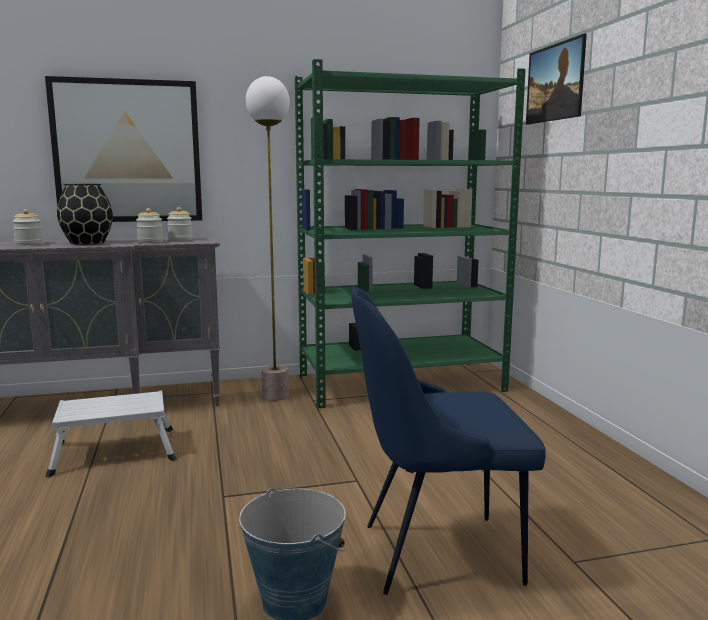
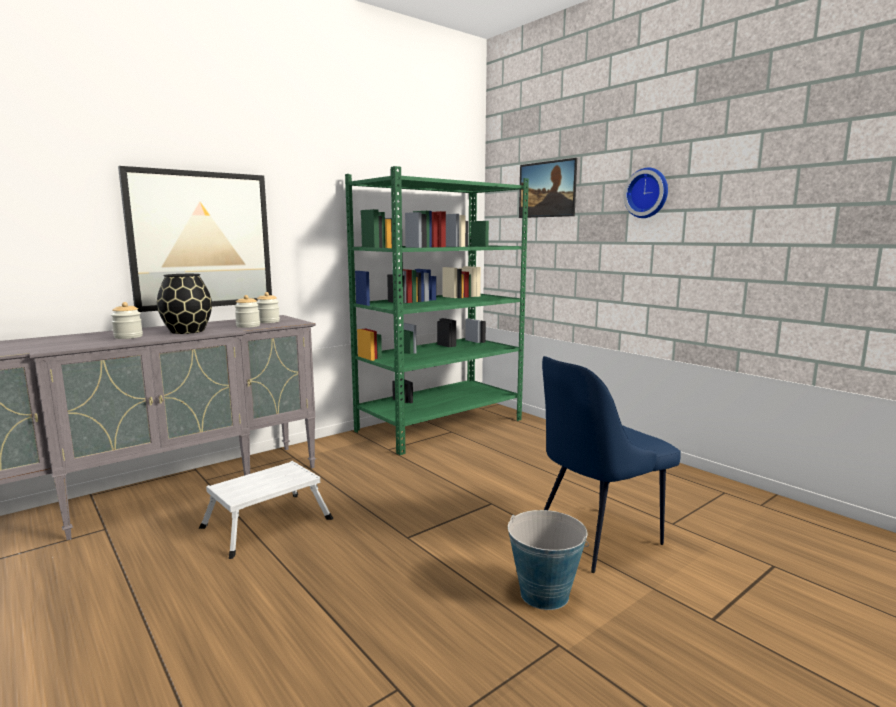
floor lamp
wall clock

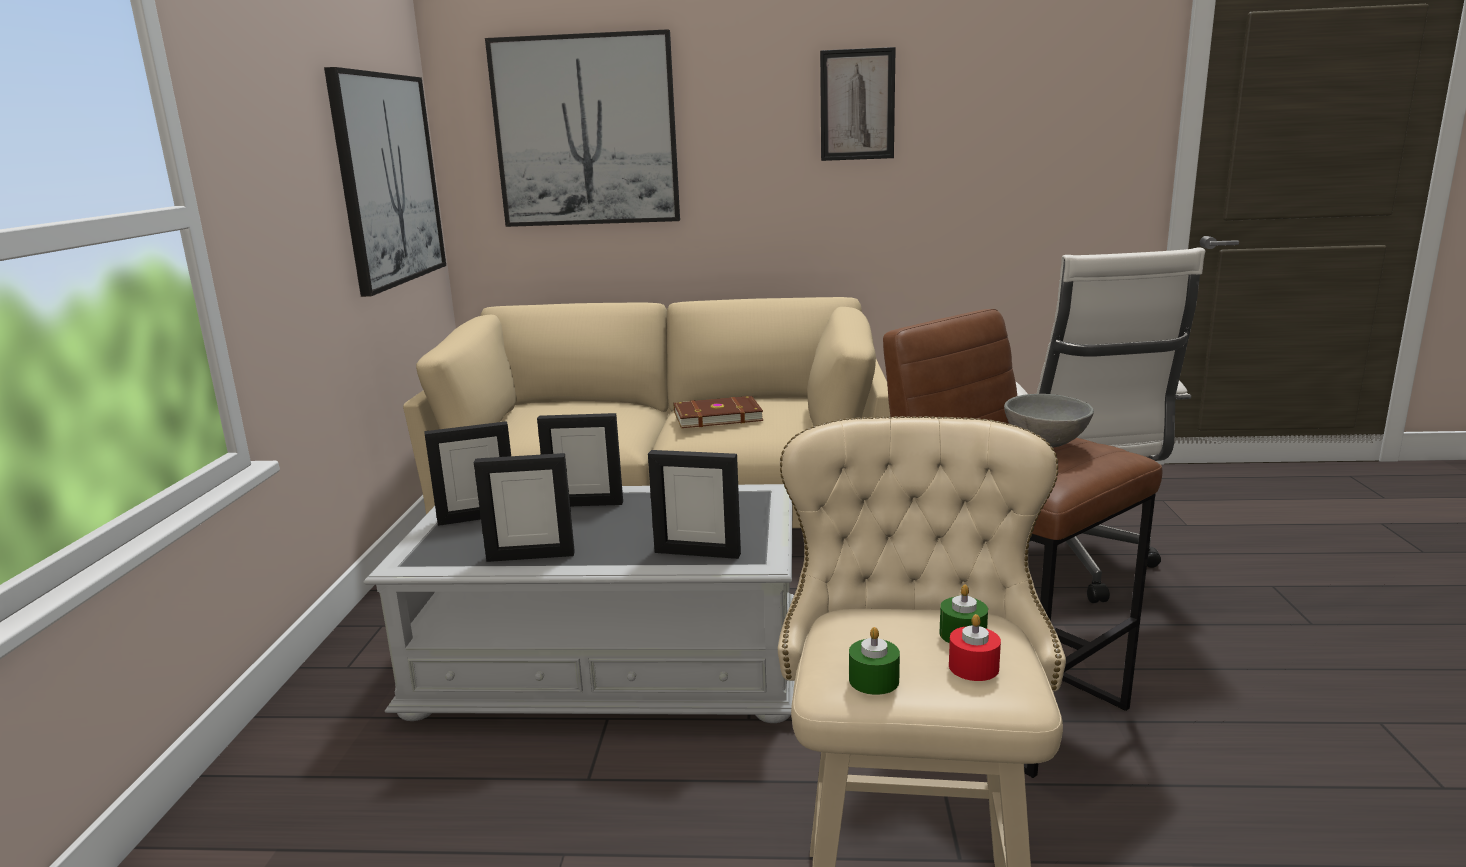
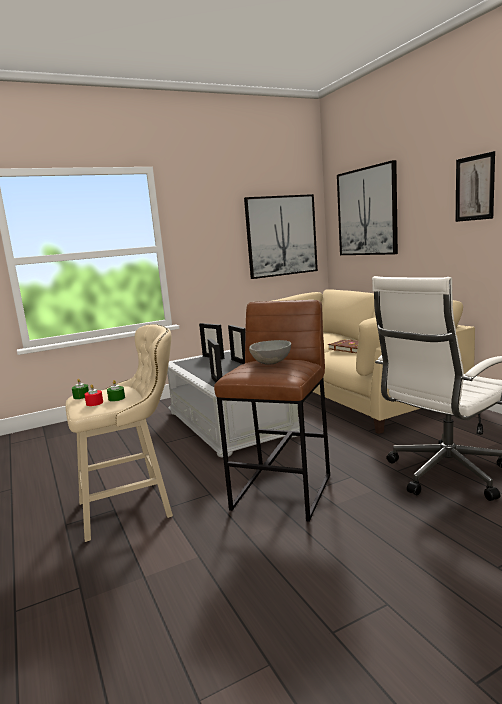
picture frame (2nd from left in the first image)

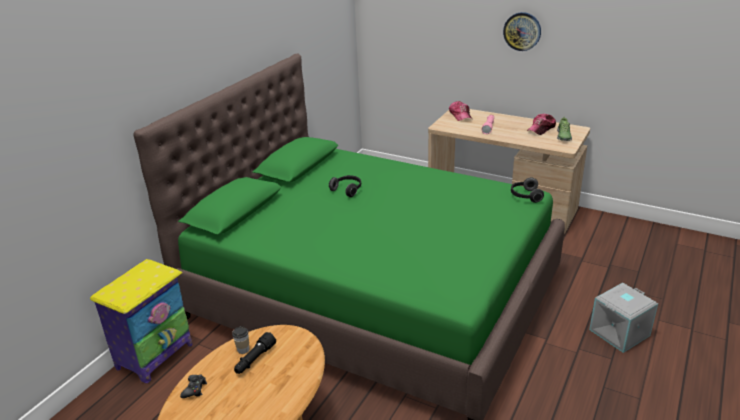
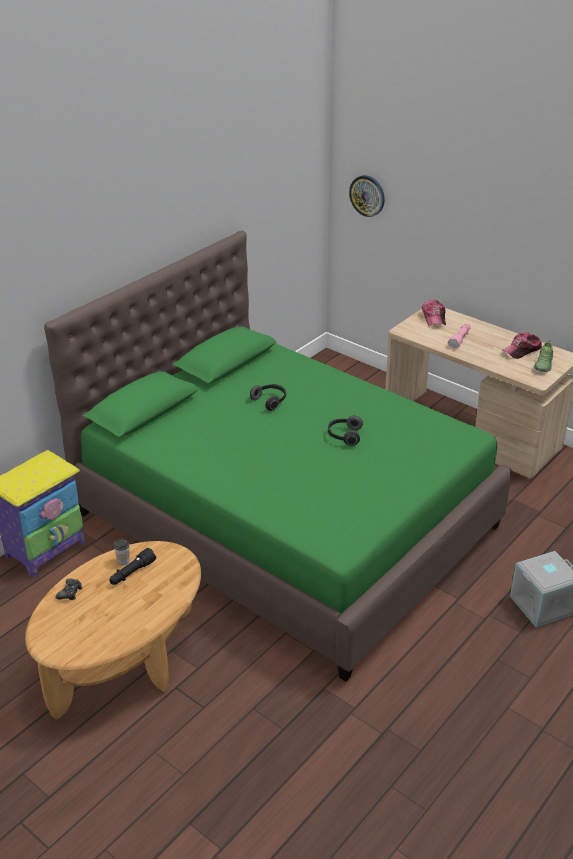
wall clock
headphones (2nd from left)

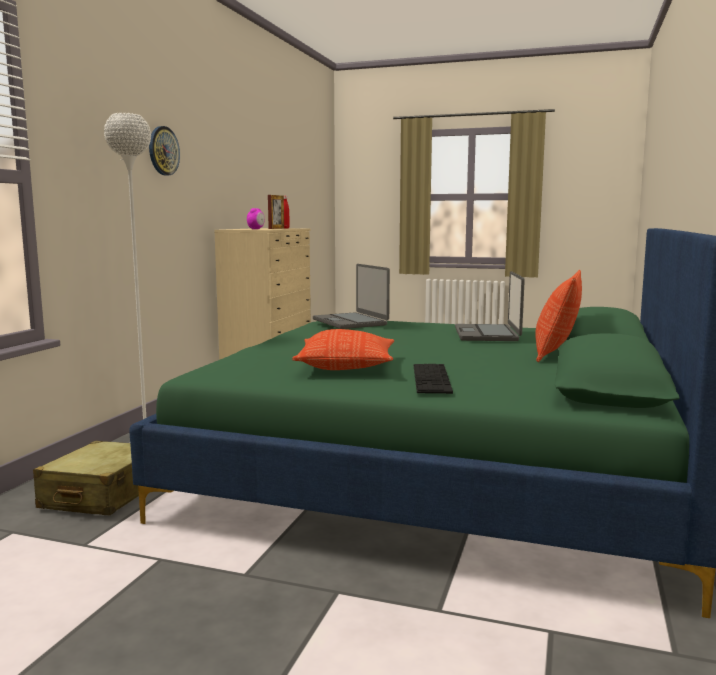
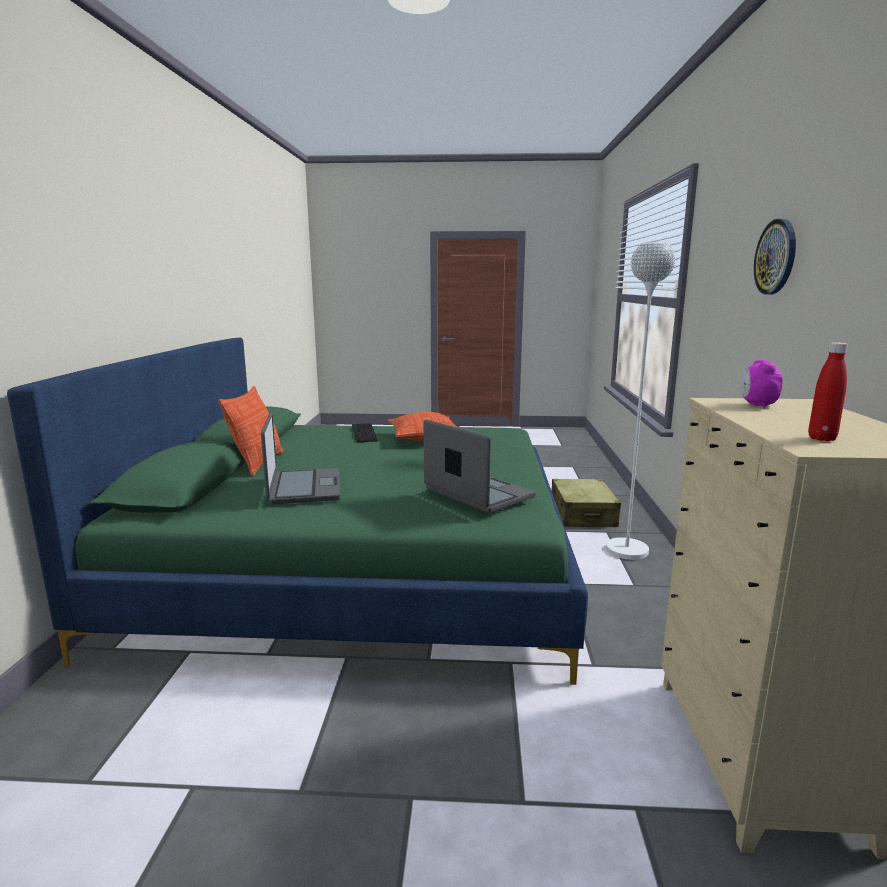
picture frame

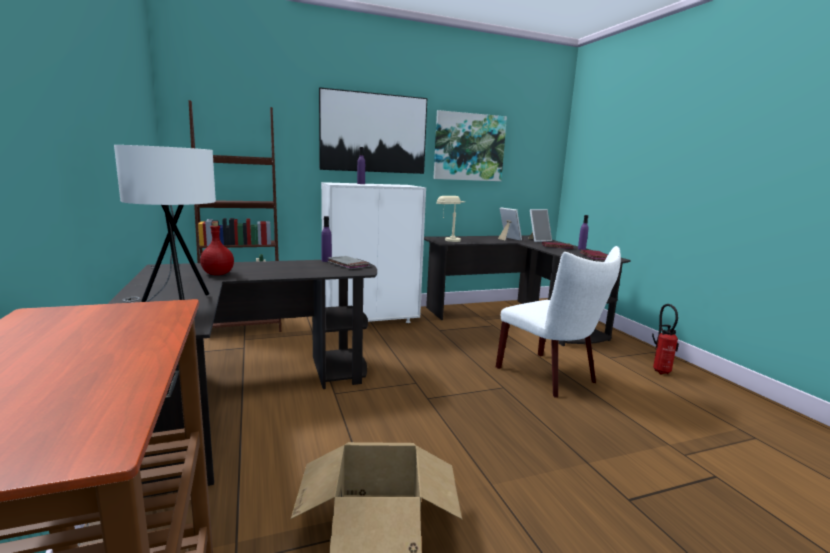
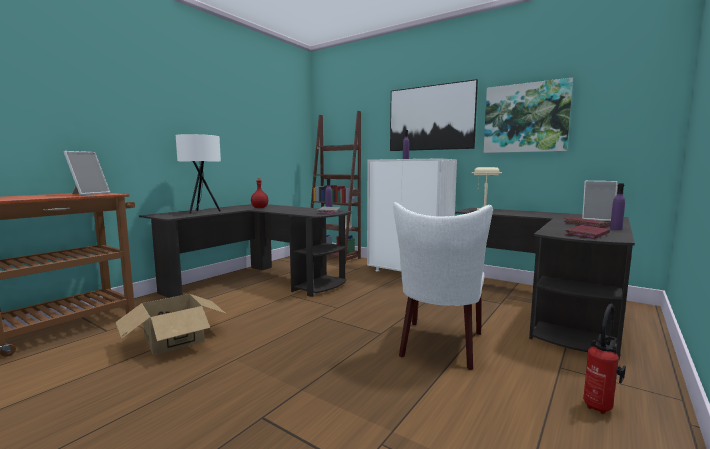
picture frame (1st from left)

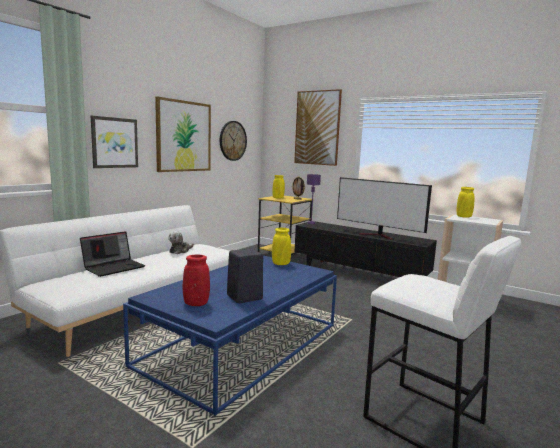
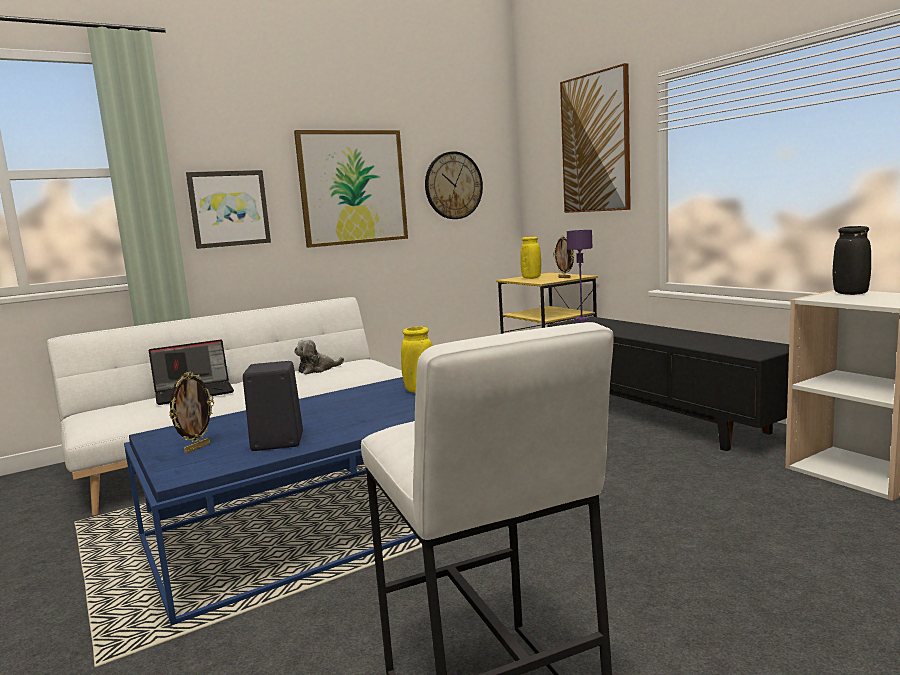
picture frame (1st from left)
television
black vase

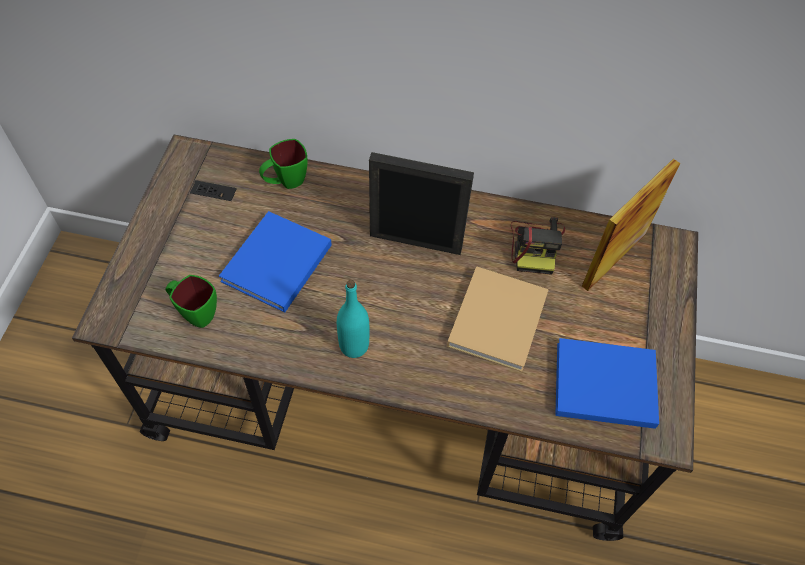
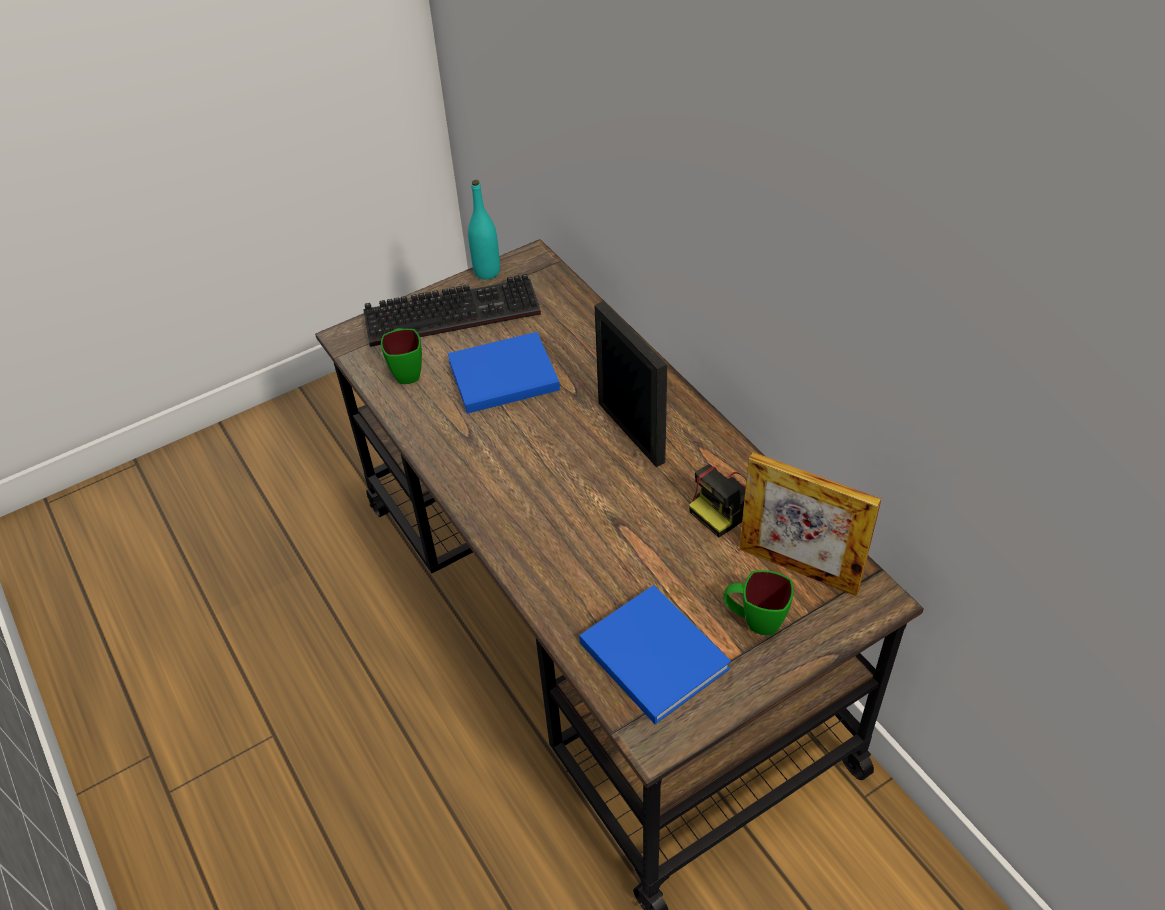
green mug (2nd from left)
turquoise bottle
beige book
picture frame (2nd from left)
keyboard

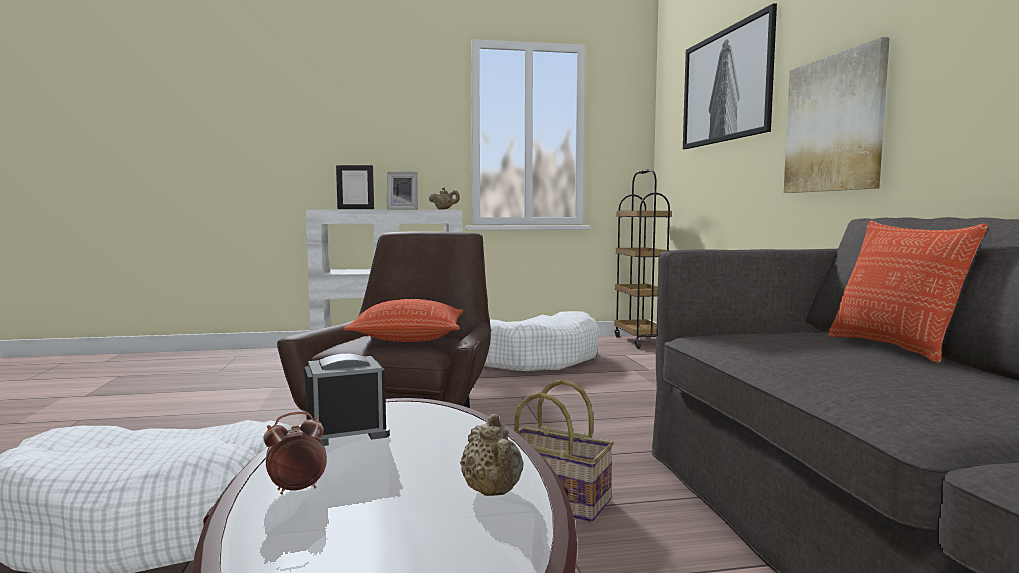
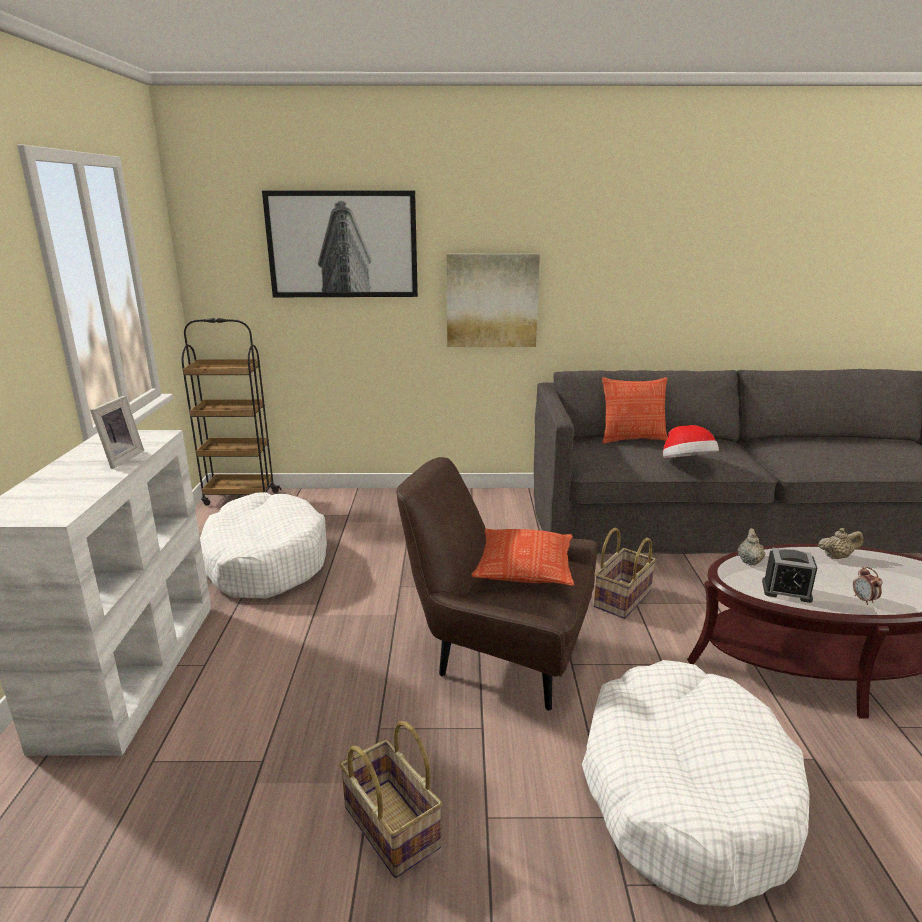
alarm clock (1st from left)
picture frame (1st from left in the first image)
beige teapot (1st from left)
basket (1st from left)
hat

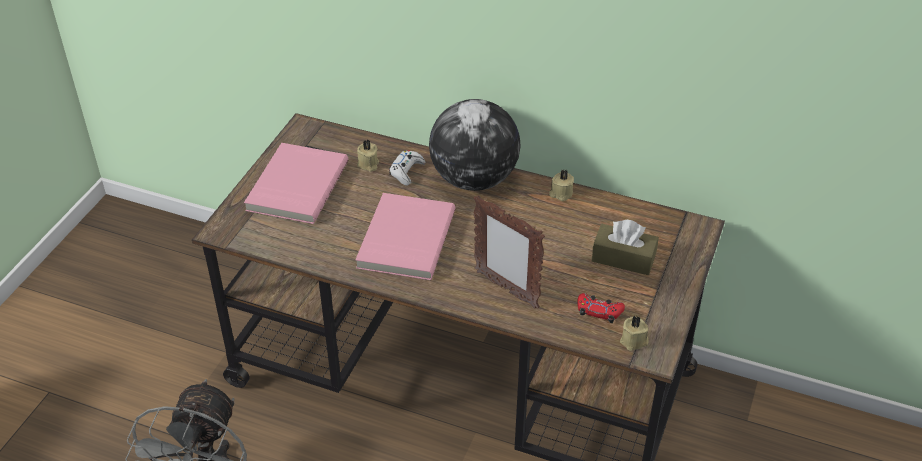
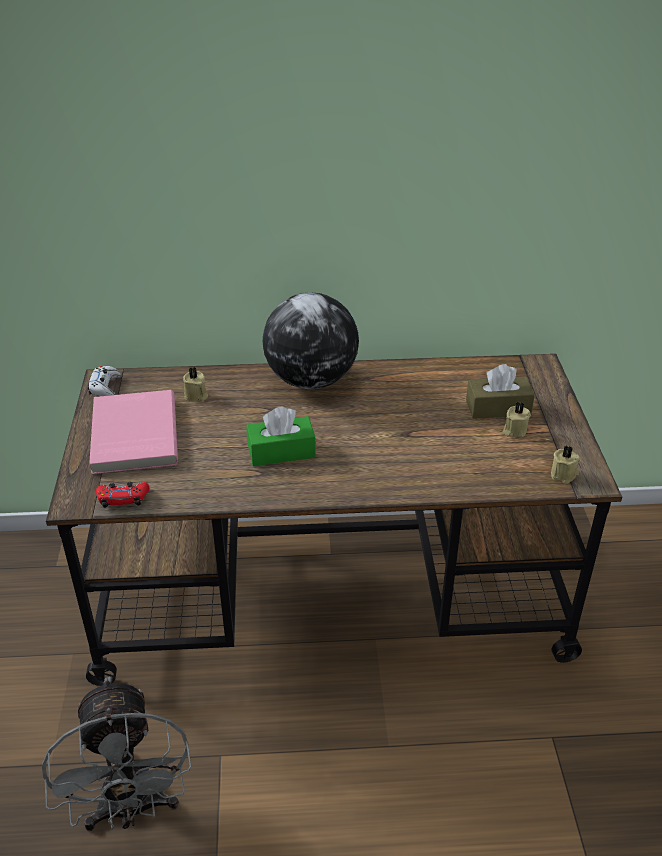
green tissue box
white game controller
picture frame
beige candle (2nd from left)
red game controller

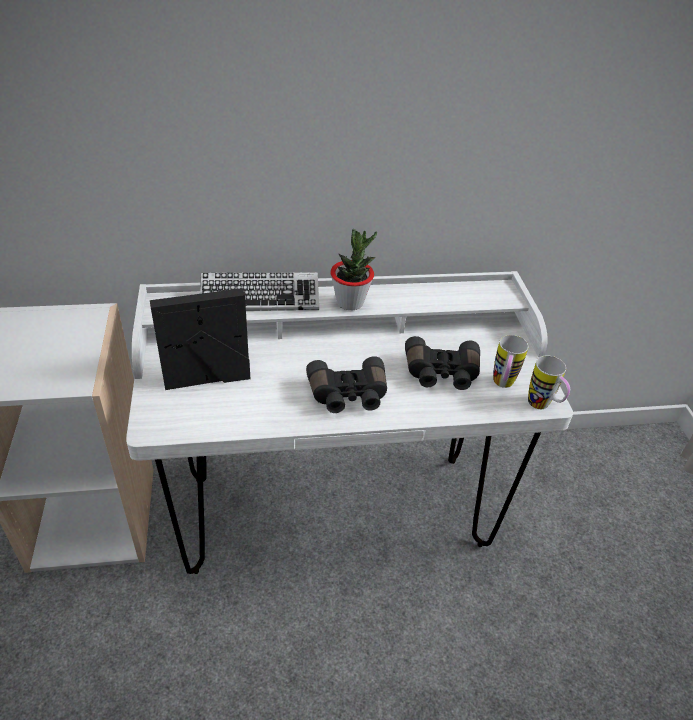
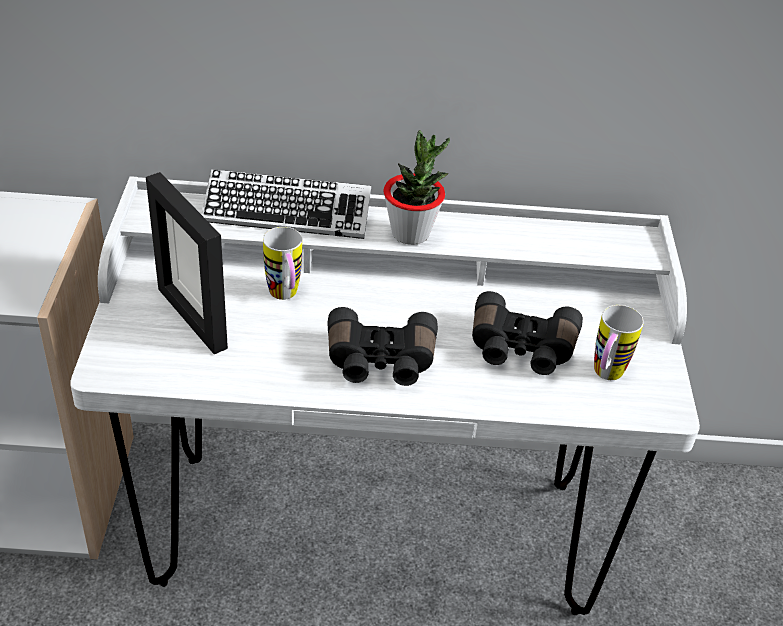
picture frame
mug (1st from left)

